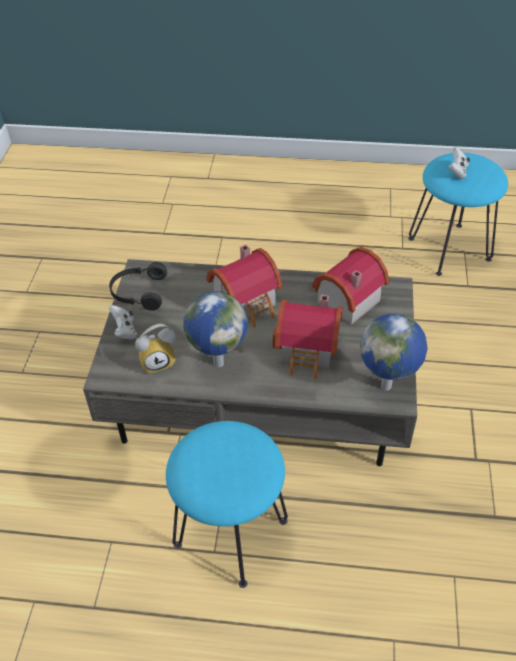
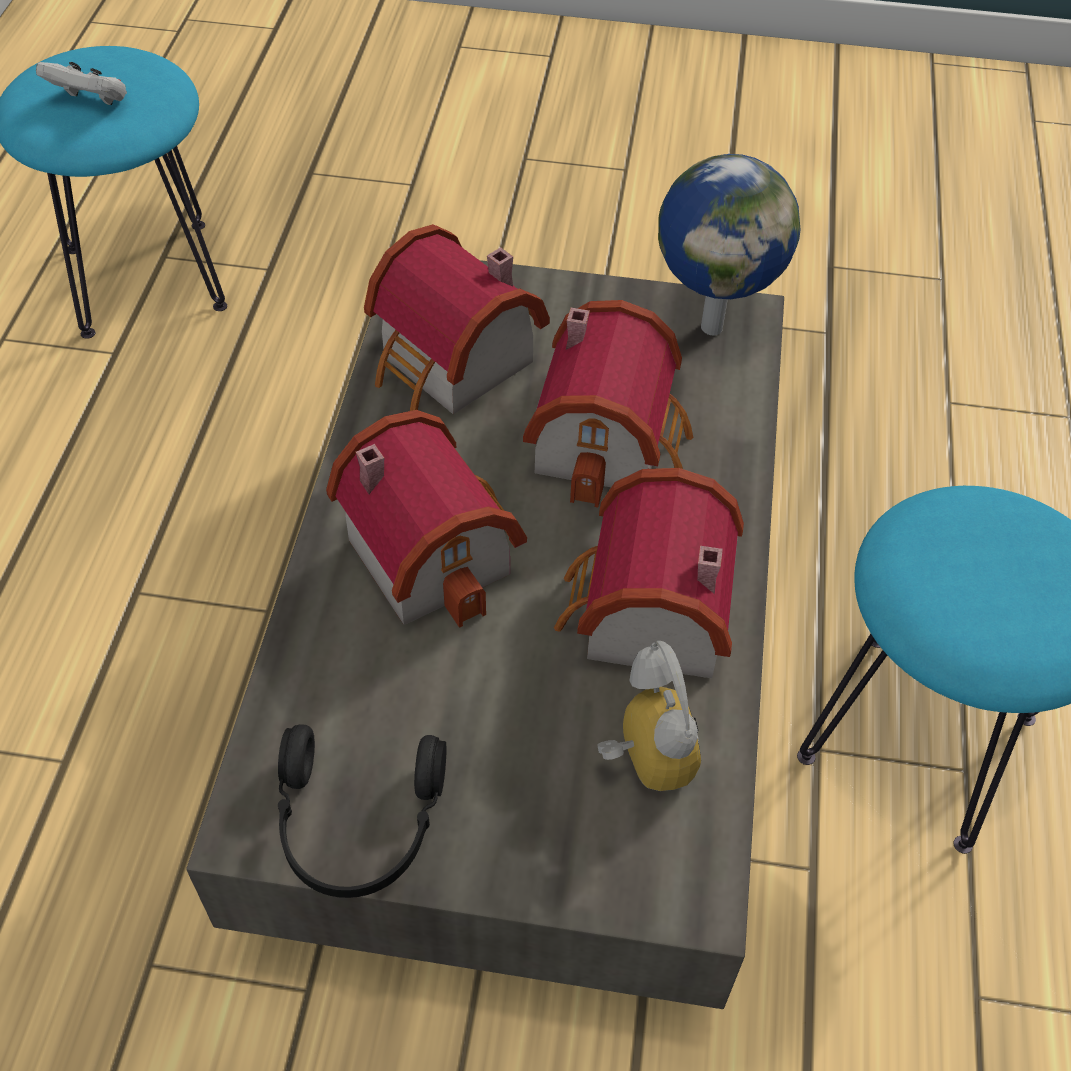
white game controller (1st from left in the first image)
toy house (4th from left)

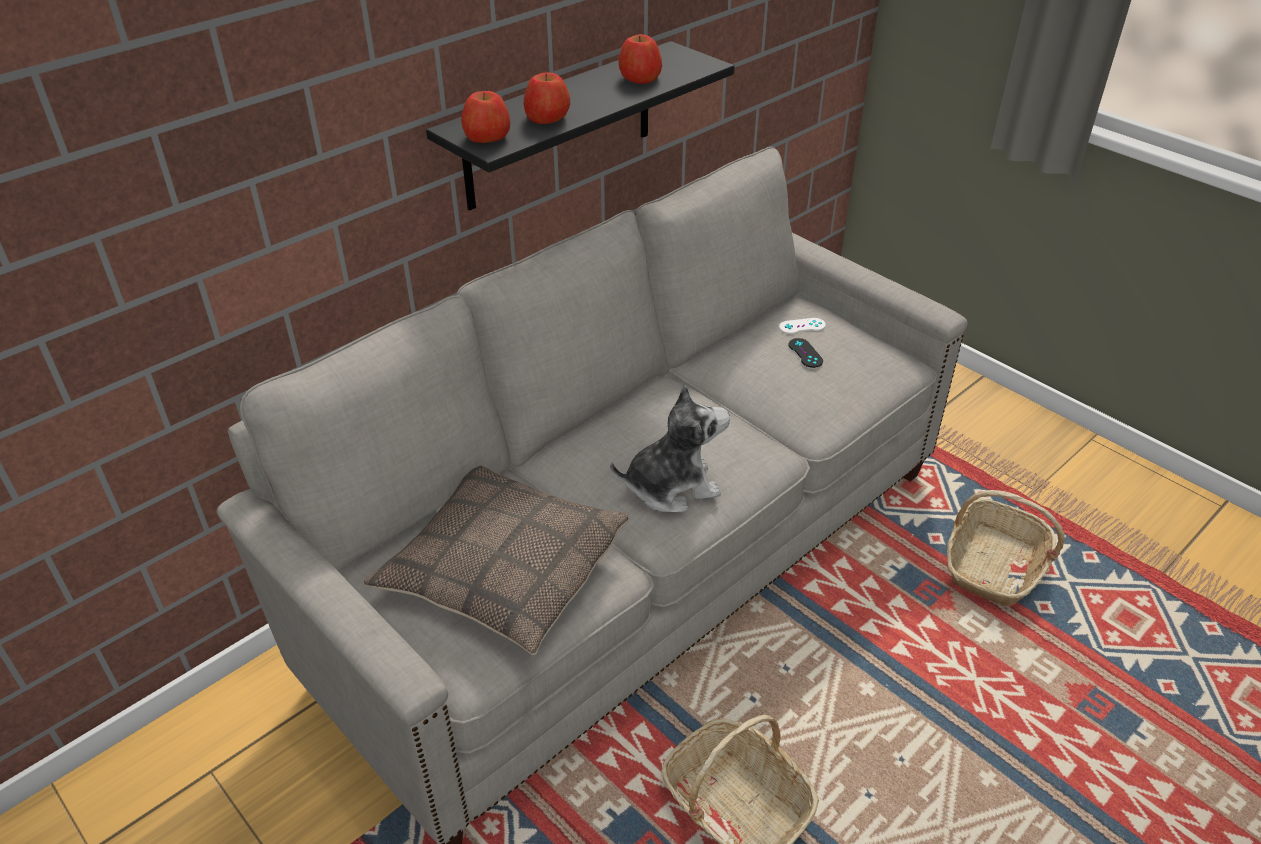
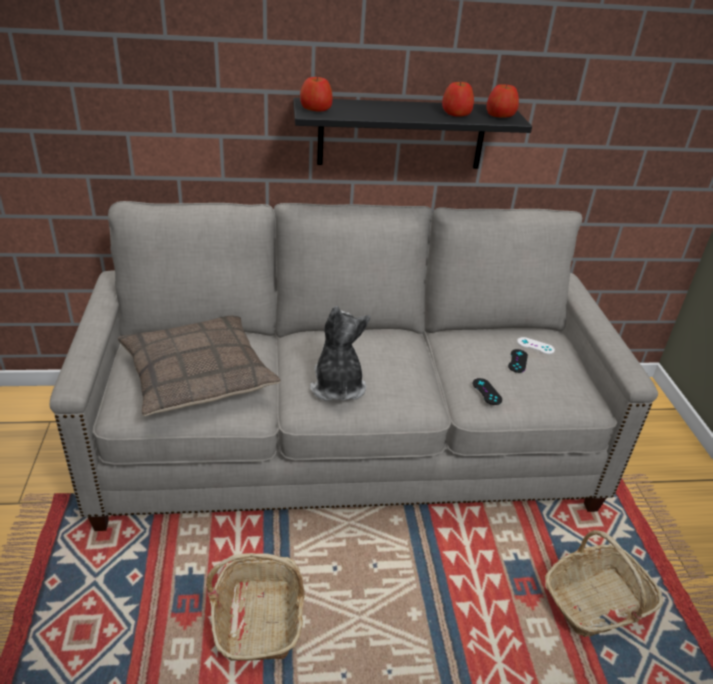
apple (3rd from left)
plush toy
black game controller (1st from left)

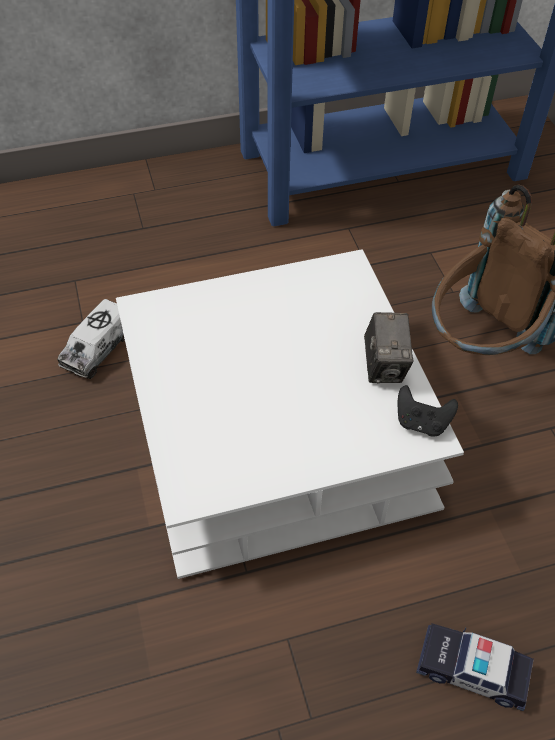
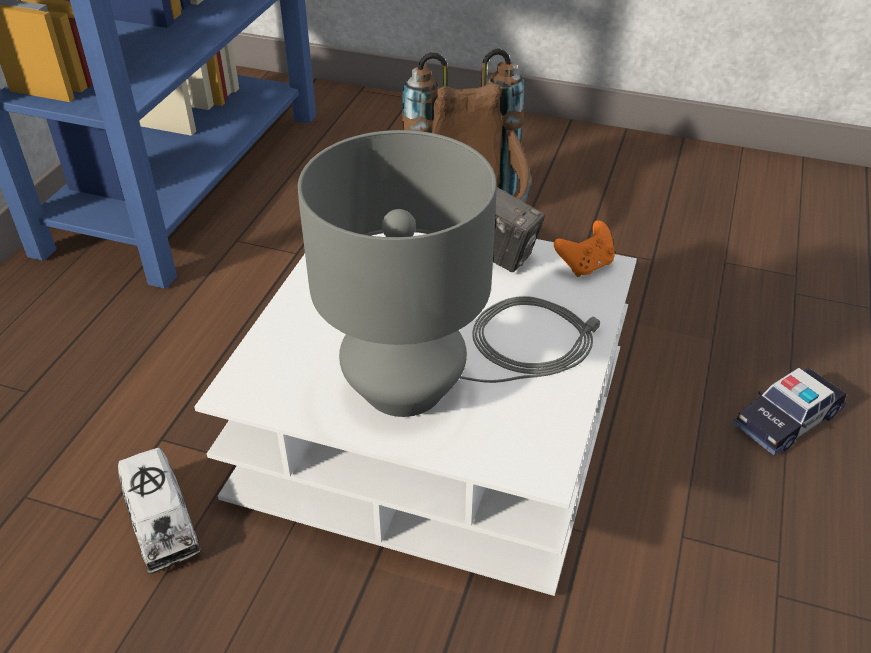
orange game controller
grey table lamp

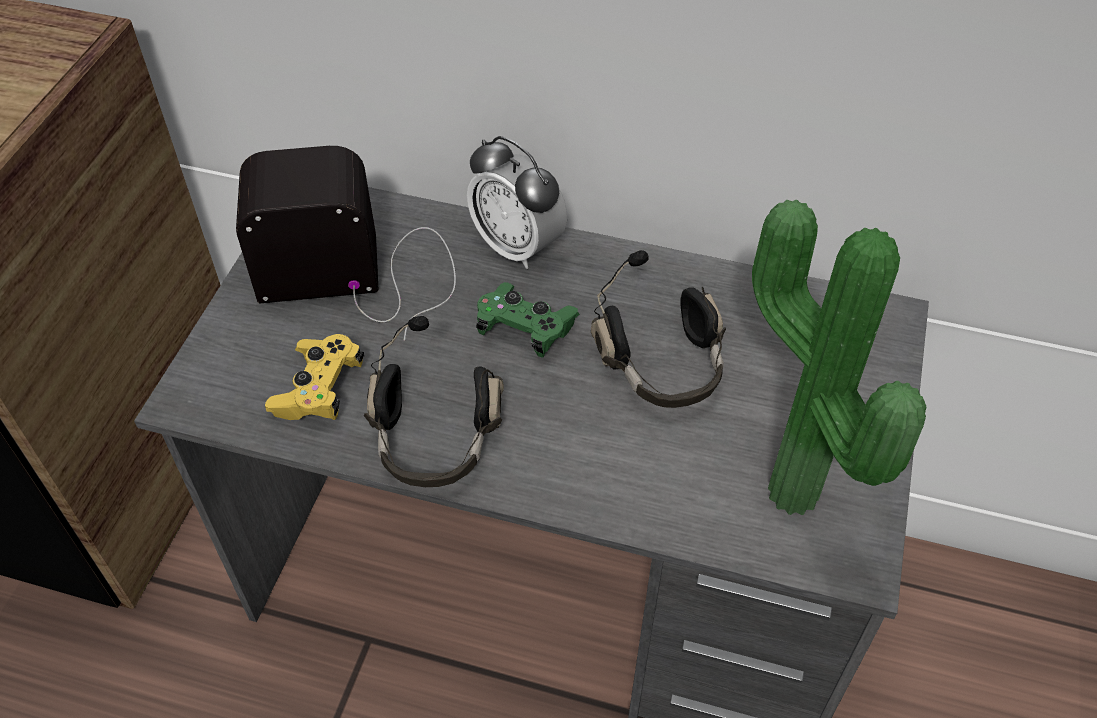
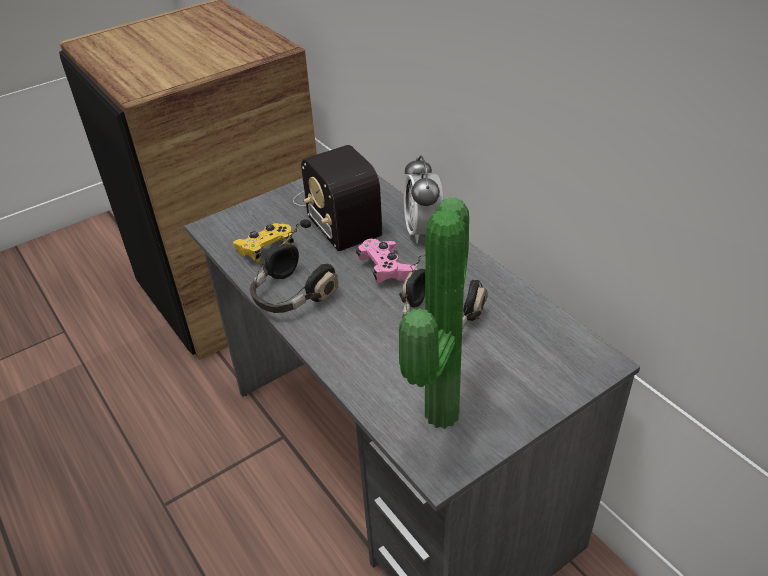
radio
pink game controller

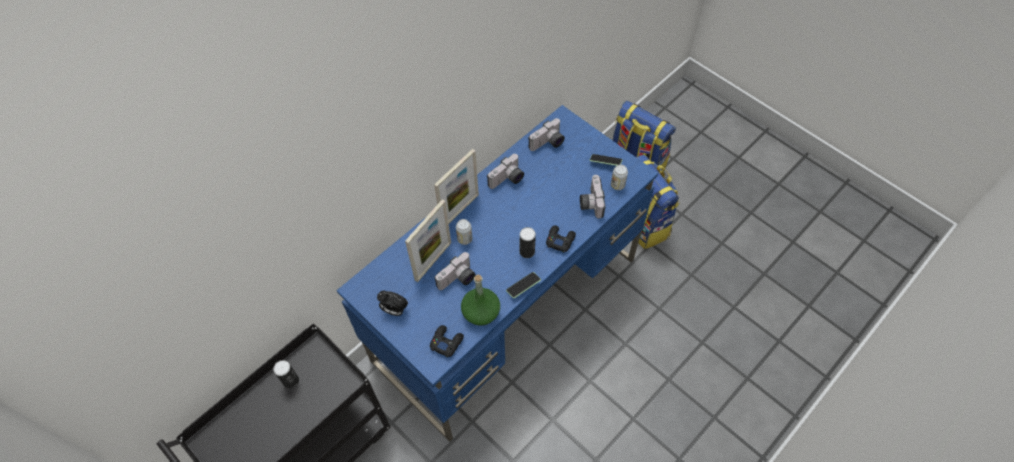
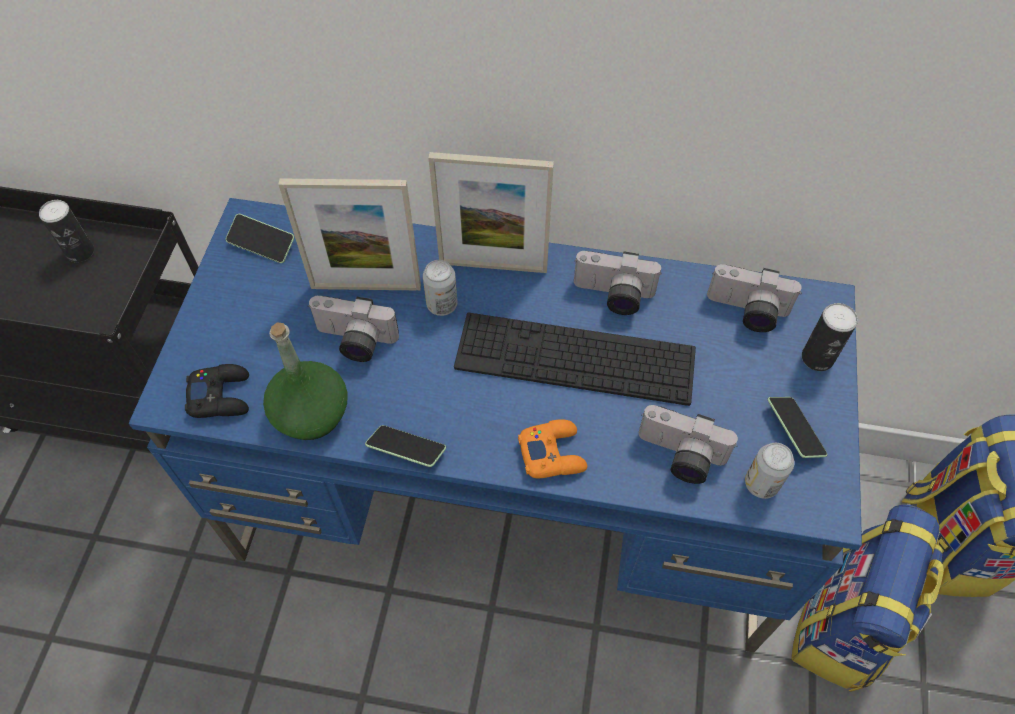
alarm clock
can (4th from left)
orange game controller
photo camera (3rd from left)
phone (1st from left)
keyboard

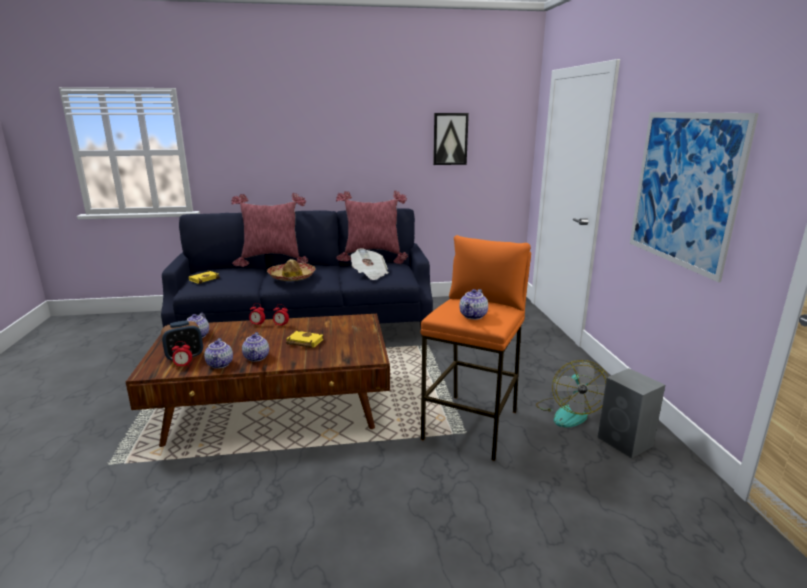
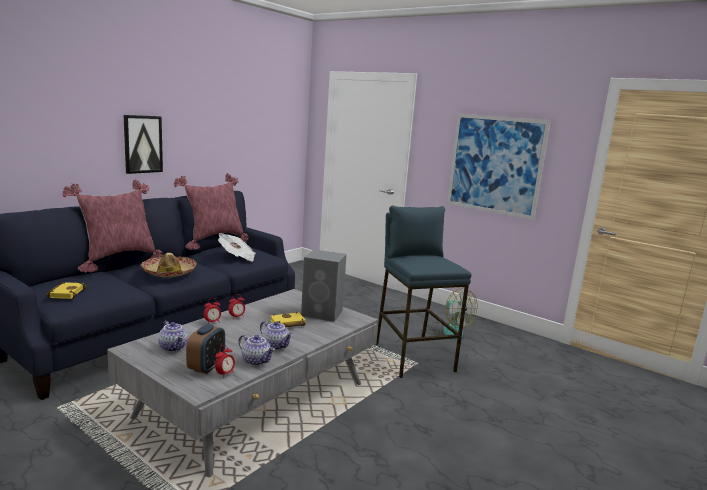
grey coffee table
blue stool
picture (1st from left)
teapot (4th from left in the first image)
grey speaker

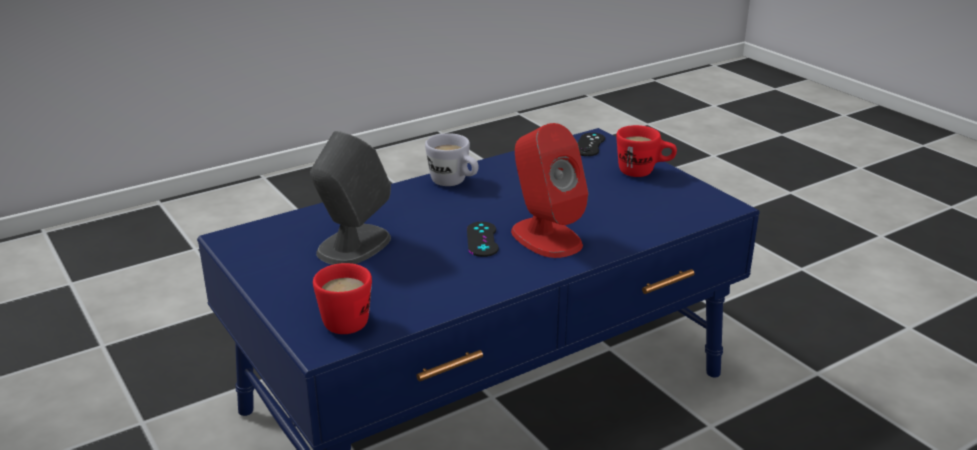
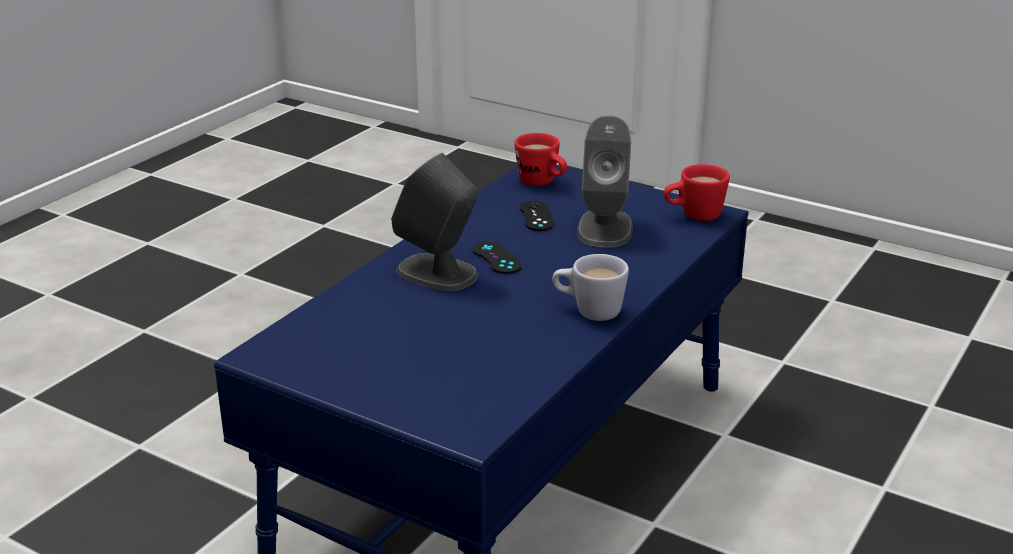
grey speaker (1st from left)
black game controller (2nd from left)
red mug (2nd from left)

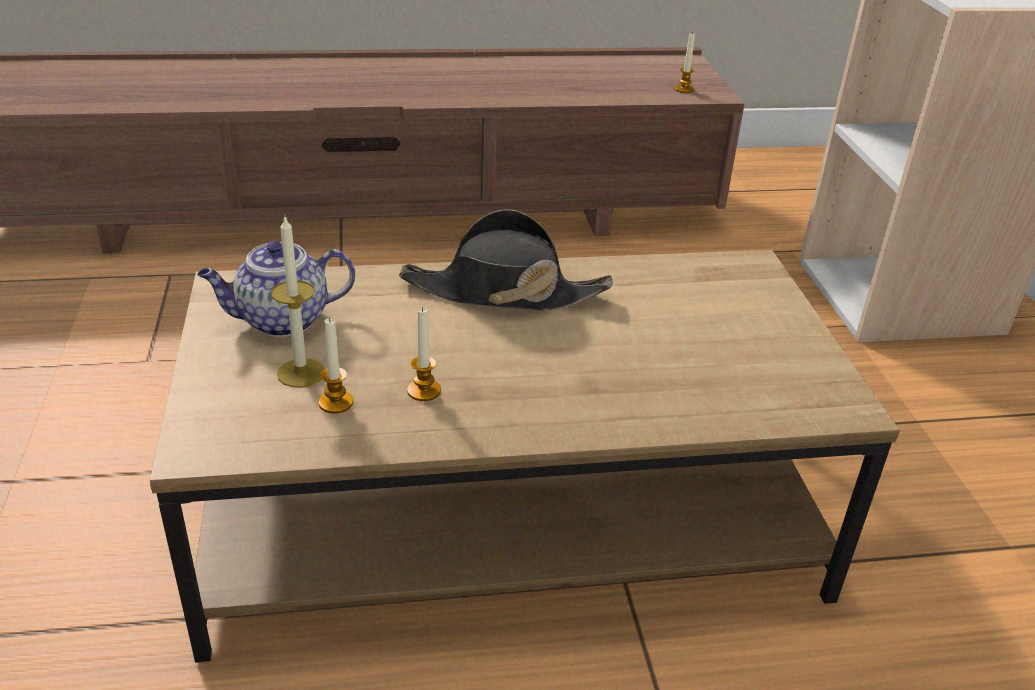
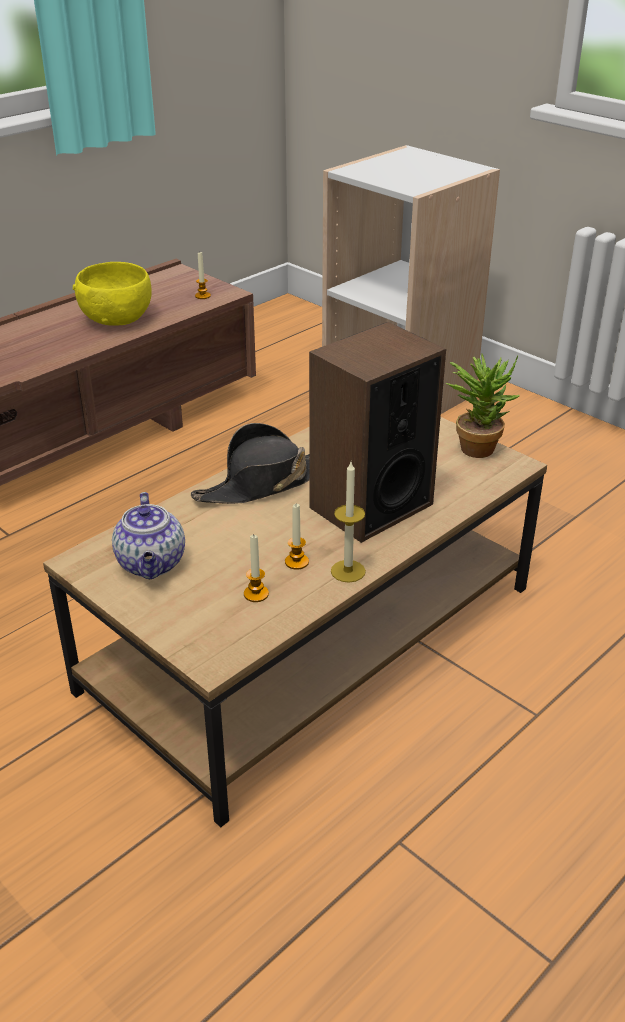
teapot
candle (4th from left)
yellow bowl
speaker
potted plant

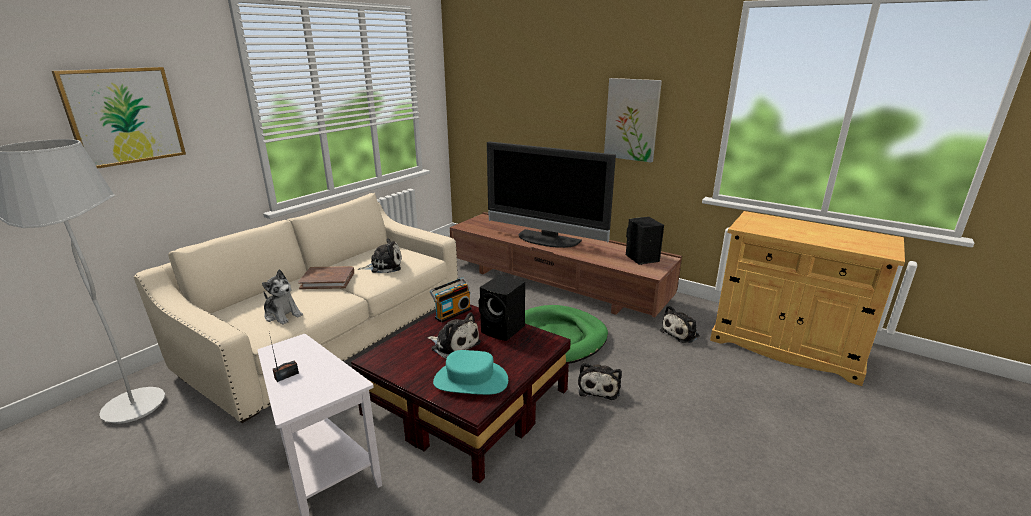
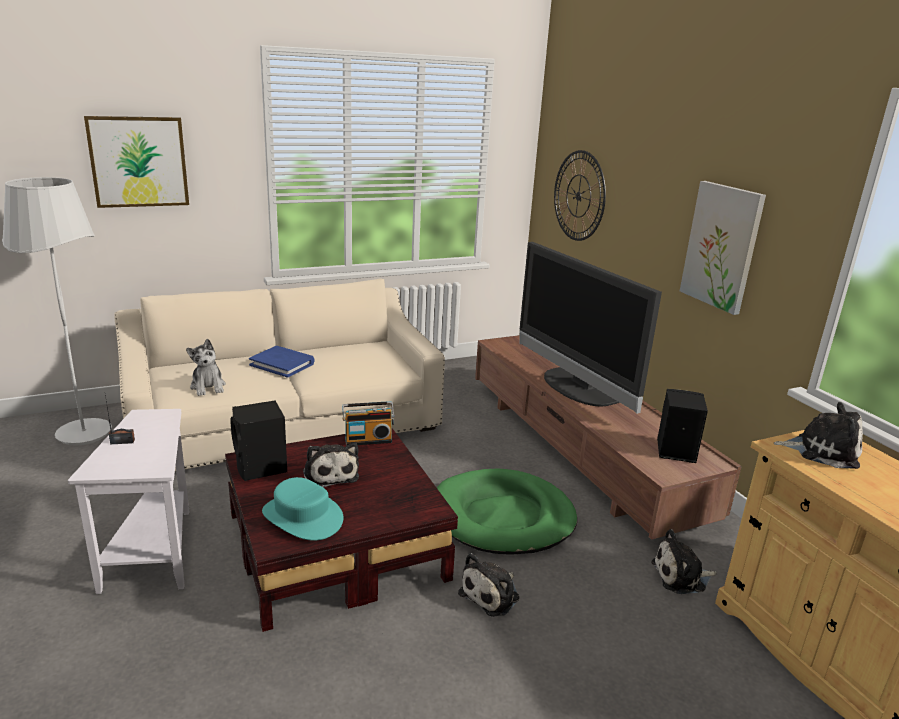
blue book
plush toy (5th from left)
black speaker (1st from left)
wall clock

